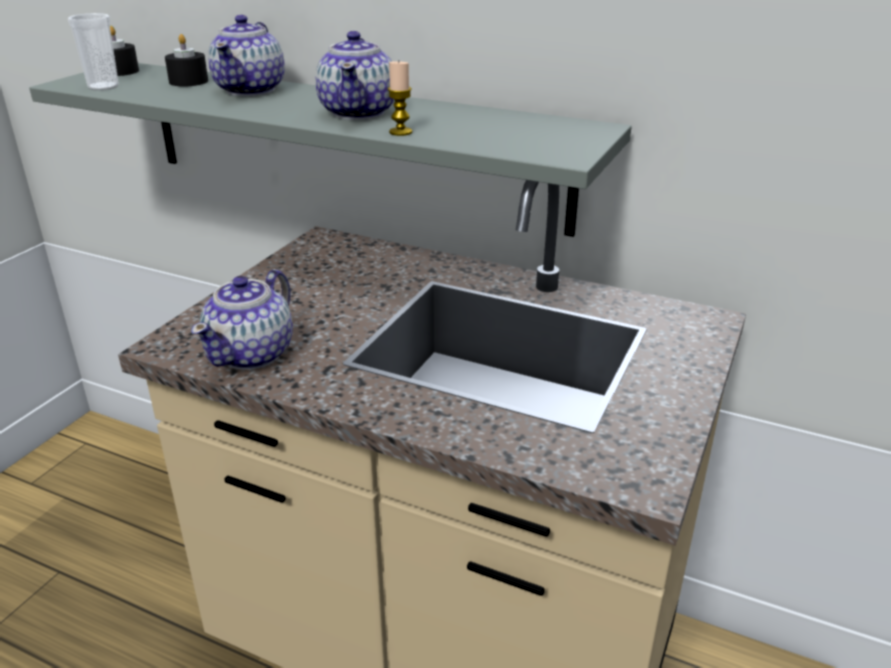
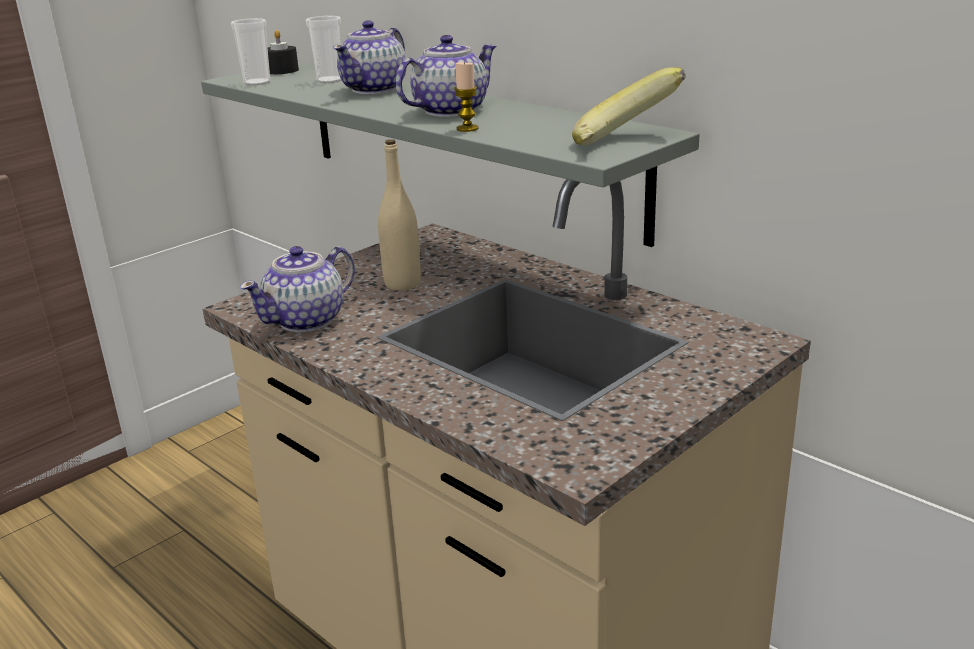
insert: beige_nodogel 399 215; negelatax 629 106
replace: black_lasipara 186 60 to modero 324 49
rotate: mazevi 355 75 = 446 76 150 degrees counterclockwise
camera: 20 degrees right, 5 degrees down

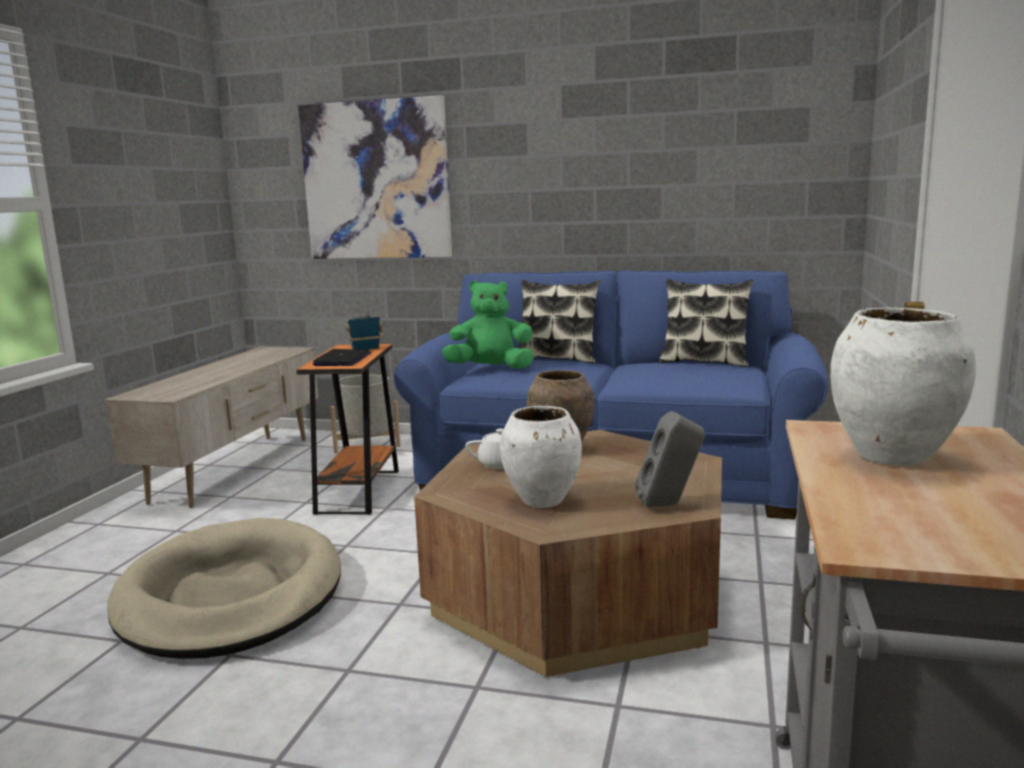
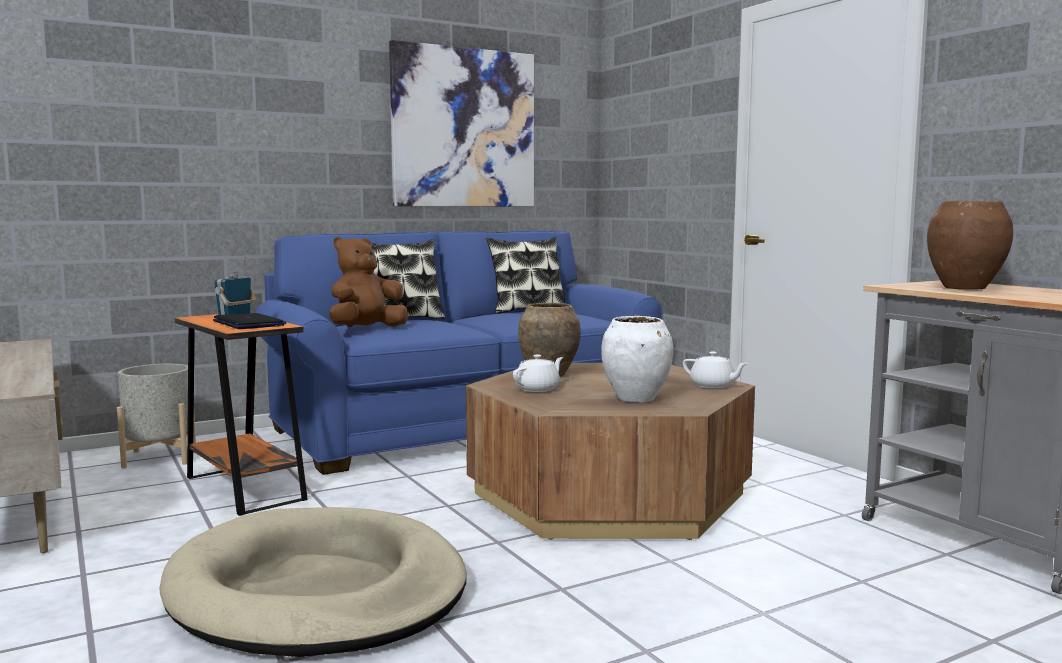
move: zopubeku 375 177 to 461 123
replace: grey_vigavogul 670 459 to white_mazevi 715 369
recolor: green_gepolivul 488 324 to brown_gepolivul 368 282; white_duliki 903 387 to brown_duliki 970 245
camera: 45 degrees left, 5 degrees down

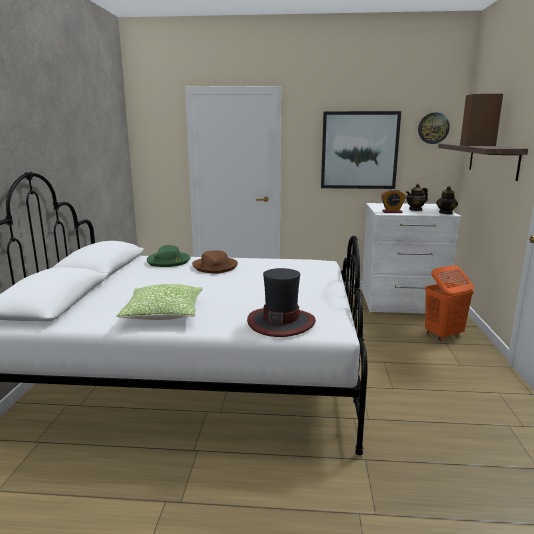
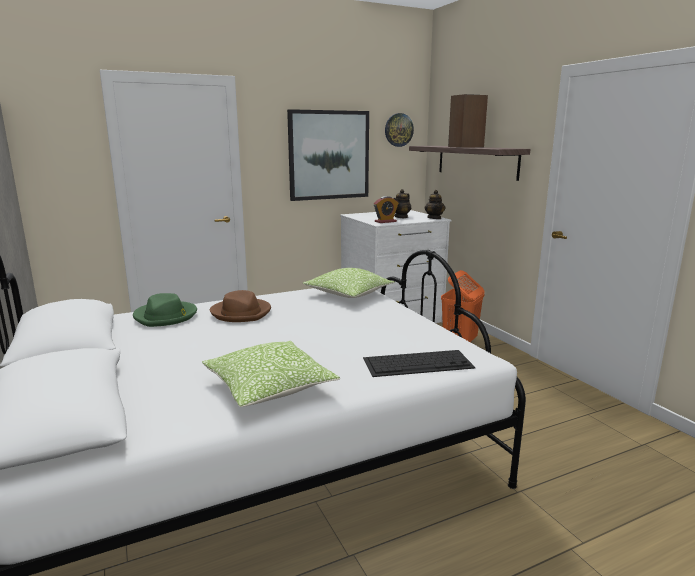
insert: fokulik 349 283
replace: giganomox 281 302 to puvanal 419 363
camera: 30 degrees left, 0 degrees up

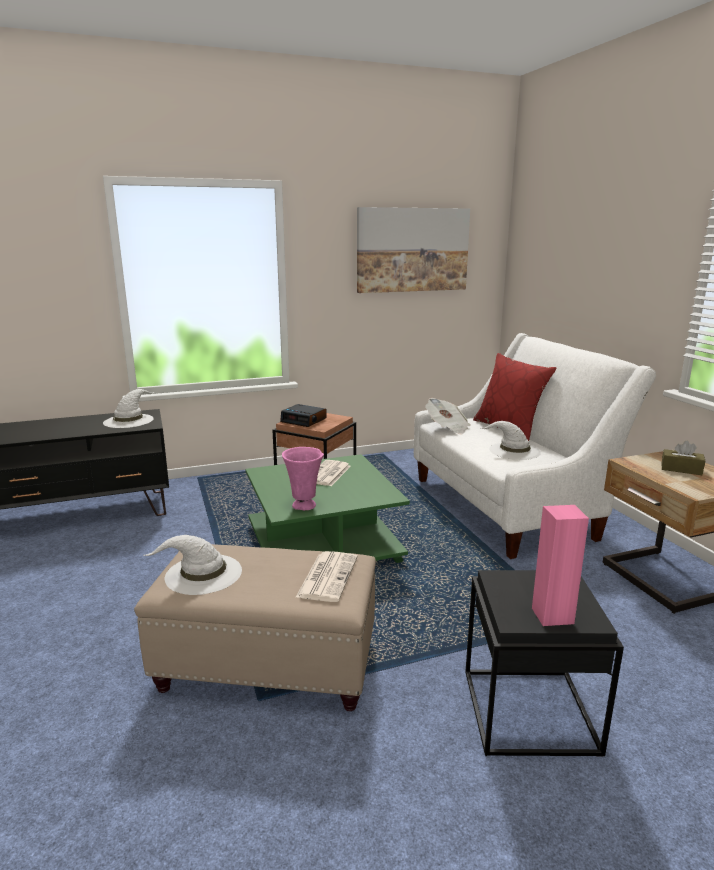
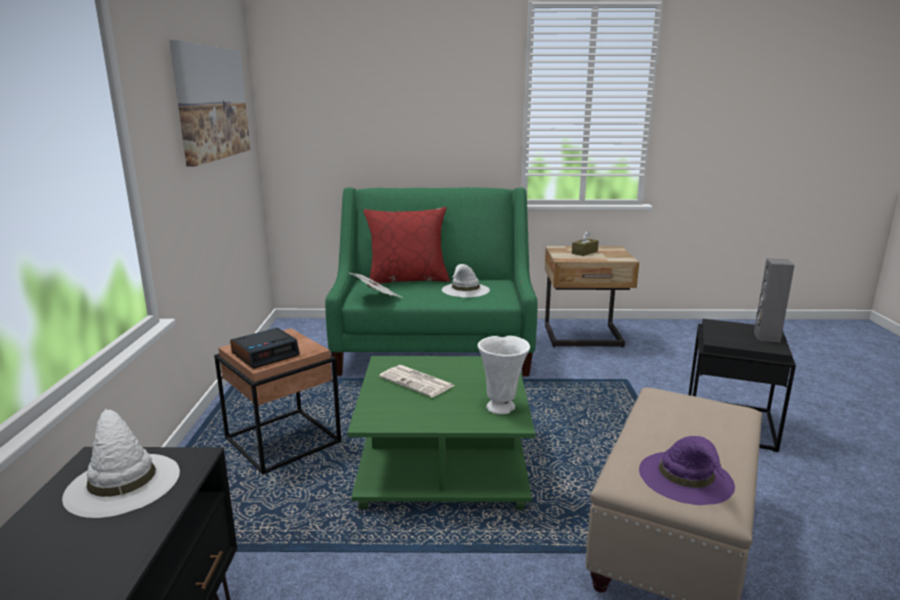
delete: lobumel 326 576
recolor: white_giganomox 193 565 to purple_giganomox 687 470; pink_duliki 303 479 to white_duliki 504 375; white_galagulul 535 446 to green_galagulul 431 281; pink_vigavogul 560 565 to grey_vigavogul 774 300
camera: 70 degrees left, 0 degrees up

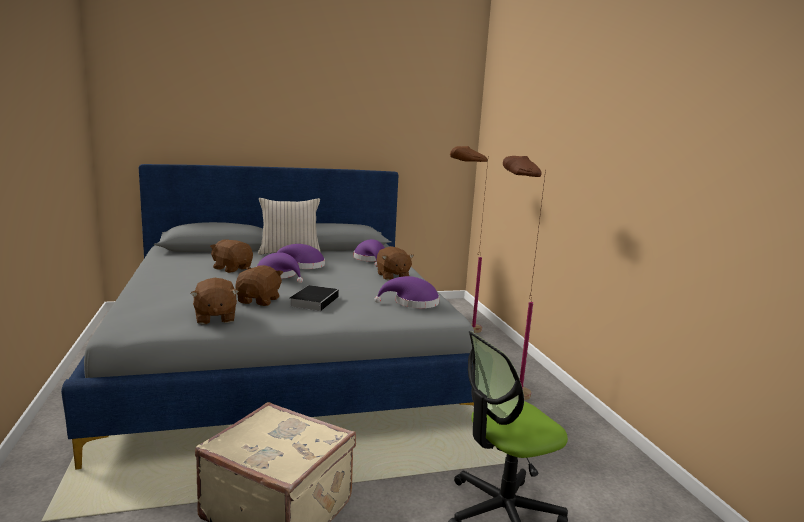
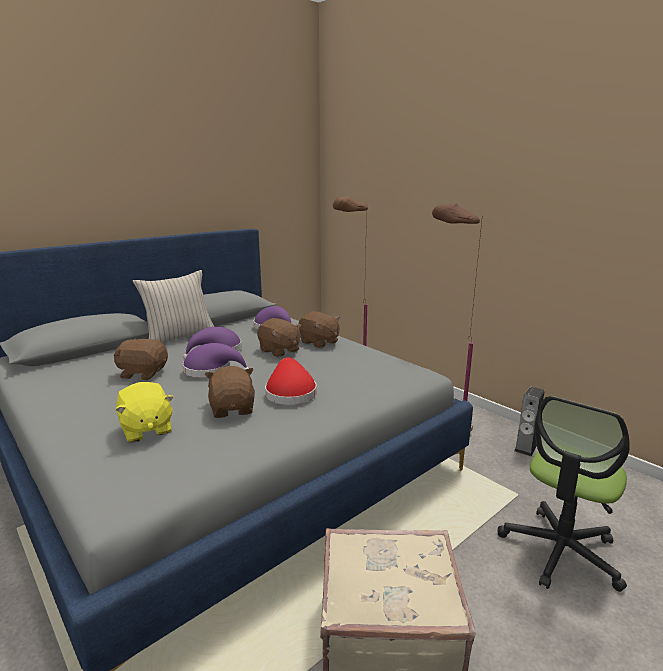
delete: purple_giganomox 407 292
insert: yellow_gepolivul 144 412; vigavogul 529 421
move: brown_gepolivul 214 301 to 279 337
replace: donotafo 314 298 to red_giganomox 291 381
camera: 25 degrees left, 5 degrees up

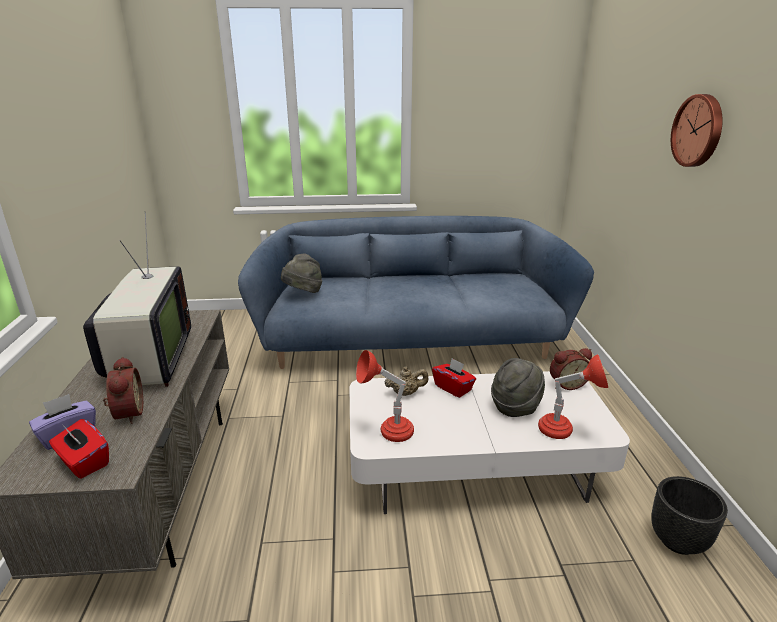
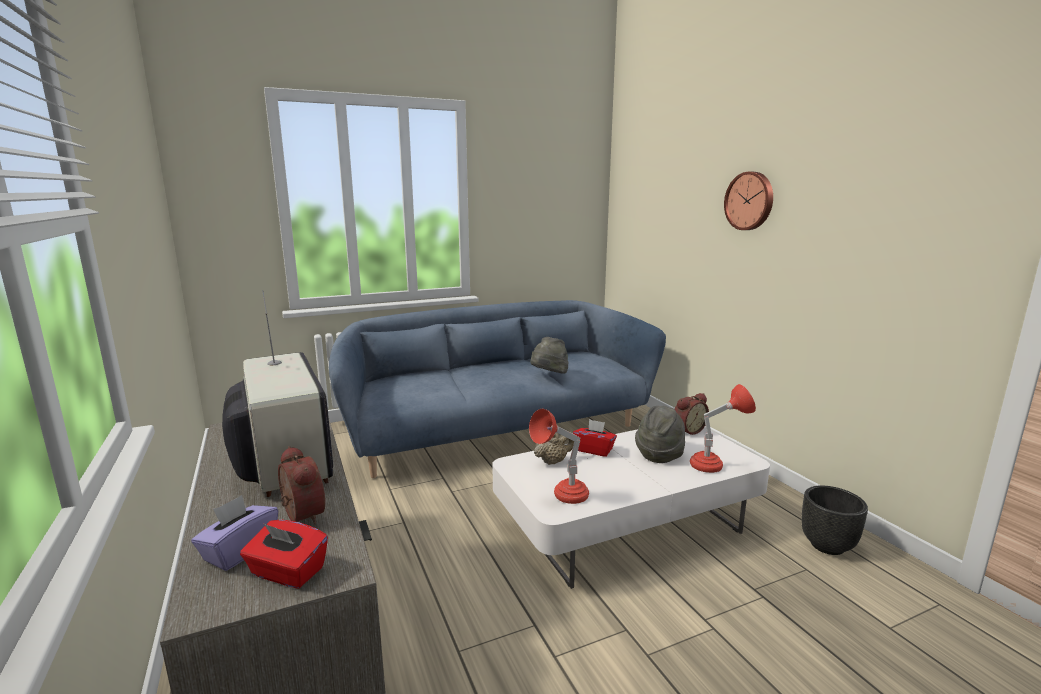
move: grey_giganomox 301 273 to 549 355
camera: 20 degrees left, 10 degrees down

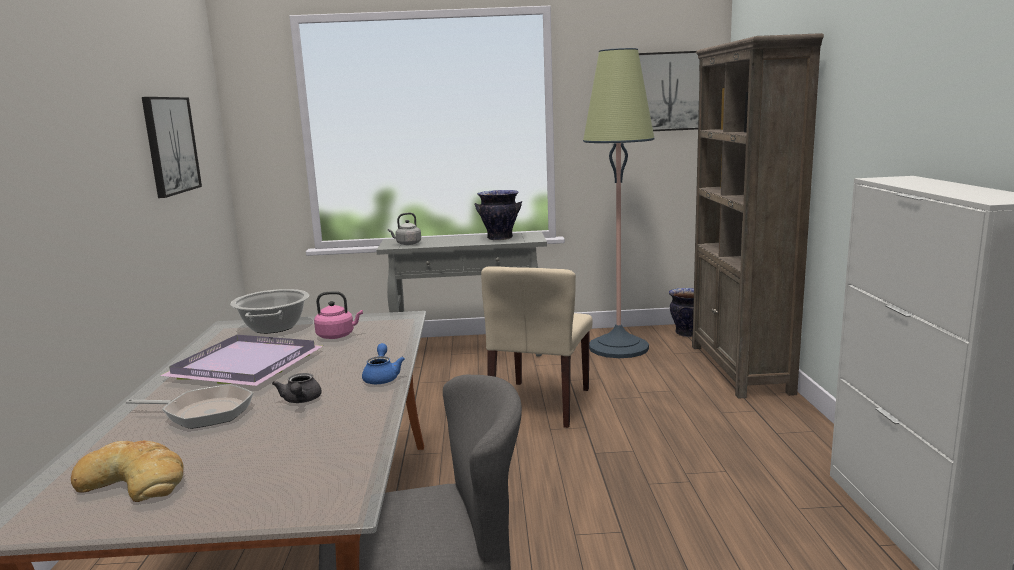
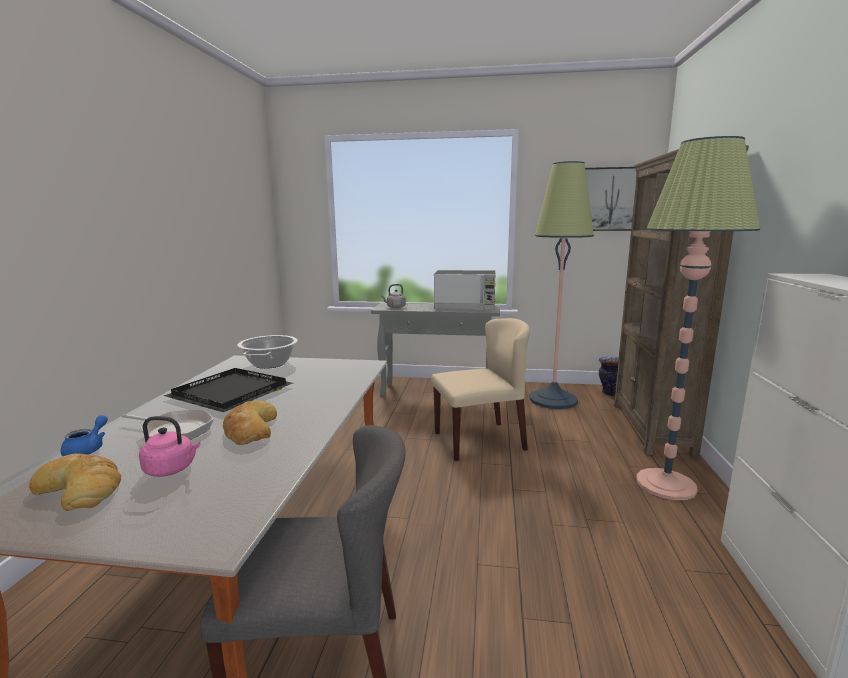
delete: zopubeku 172 147
insert: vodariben 698 318
move: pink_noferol 338 315 to 169 446; blue_mazevi 383 363 to 84 435
replace: grey_mazevi 296 388 to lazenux 250 423; duliki 498 215 to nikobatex 464 290
recolor: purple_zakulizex 241 360 to black_zakulizex 228 390
rotate: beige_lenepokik 537 347 = 480 389 135 degrees counterclockwise
camera: 10 degrees right, 0 degrees up

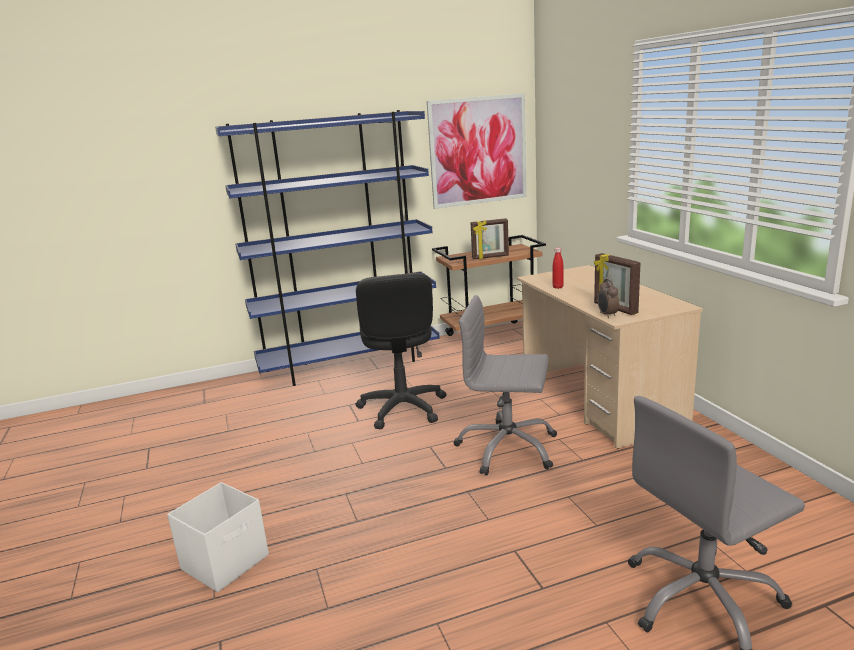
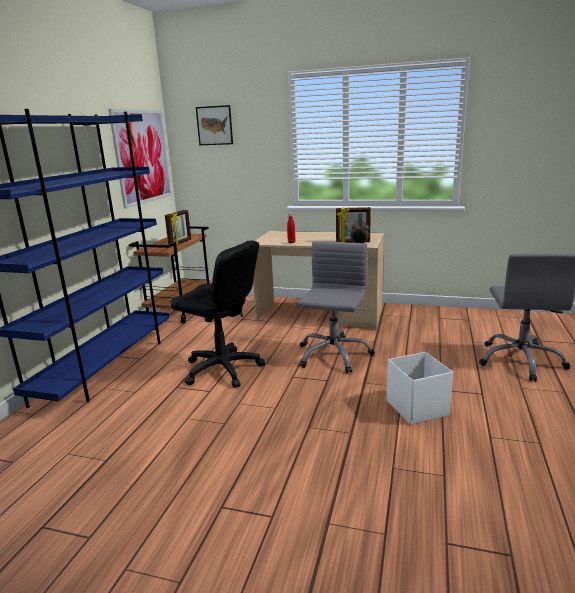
insert: zopubeku 214 125
move: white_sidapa 218 537 to 420 388
rotate: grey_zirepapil 505 385 = 336 307 150 degrees clockwise
camera: 55 degrees left, 0 degrees up

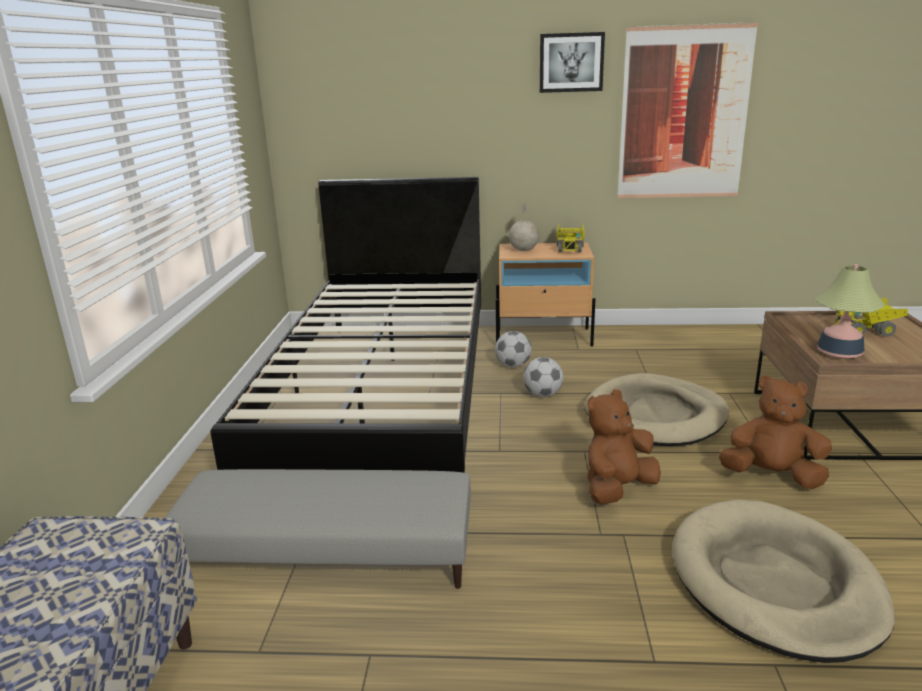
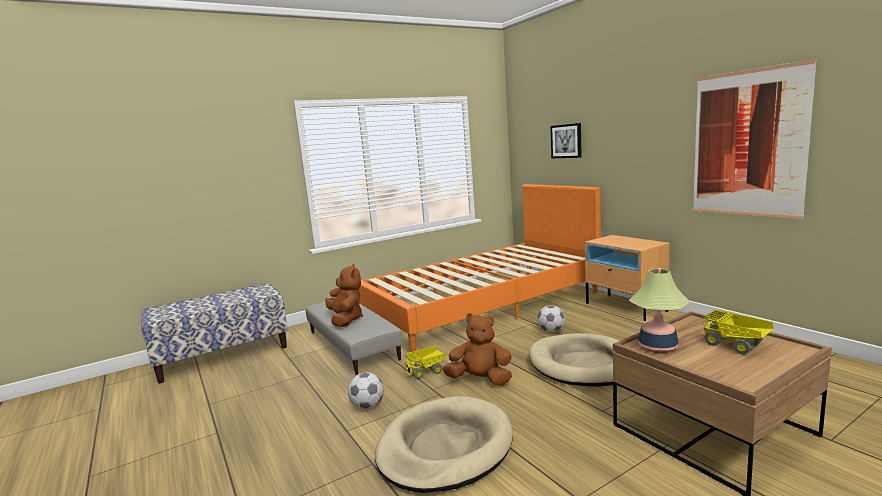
delete: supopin 524 227
move: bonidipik 513 349 to 366 390; zopubeku 572 62 to 566 140; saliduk 570 237 to 425 362; brown_gepolivul 775 432 to 344 295
recolor: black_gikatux 346 325 to orange_gikatux 480 268
camera: 55 degrees right, 10 degrees down

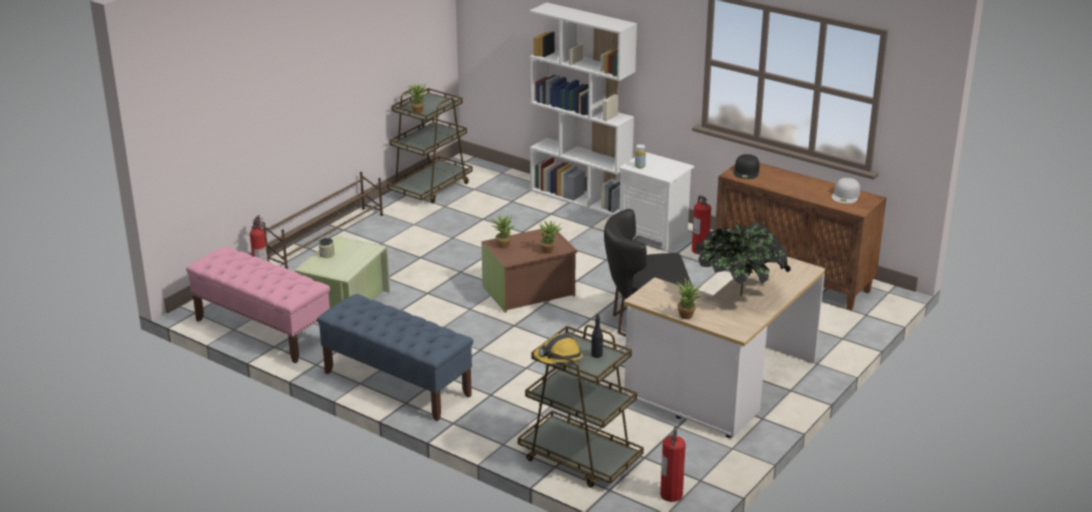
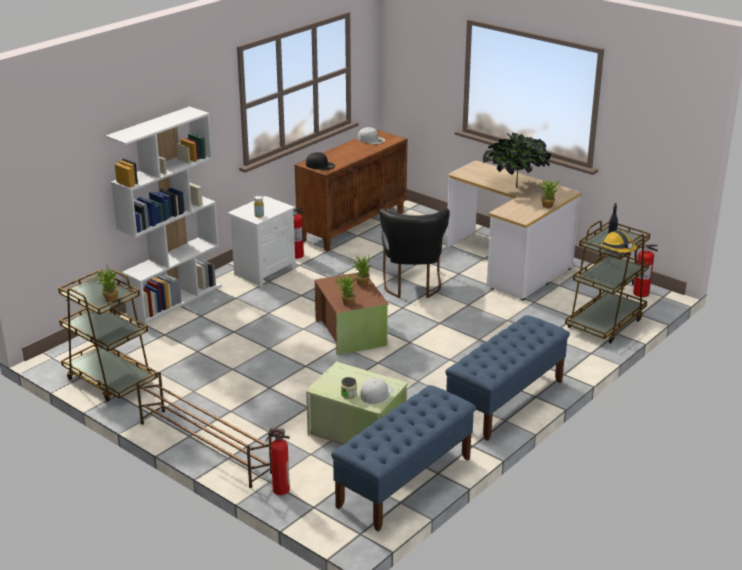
insert: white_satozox 377 391
recolor: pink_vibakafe 258 304 to blue_vibakafe 403 458
camera: 85 degrees left, 0 degrees up

